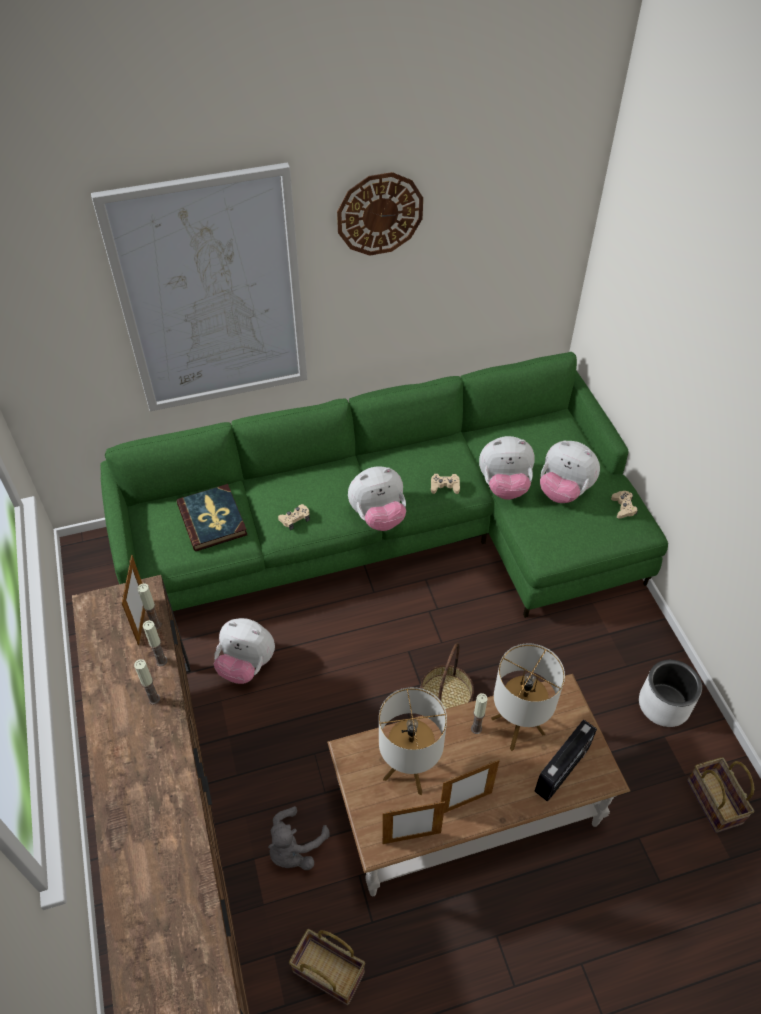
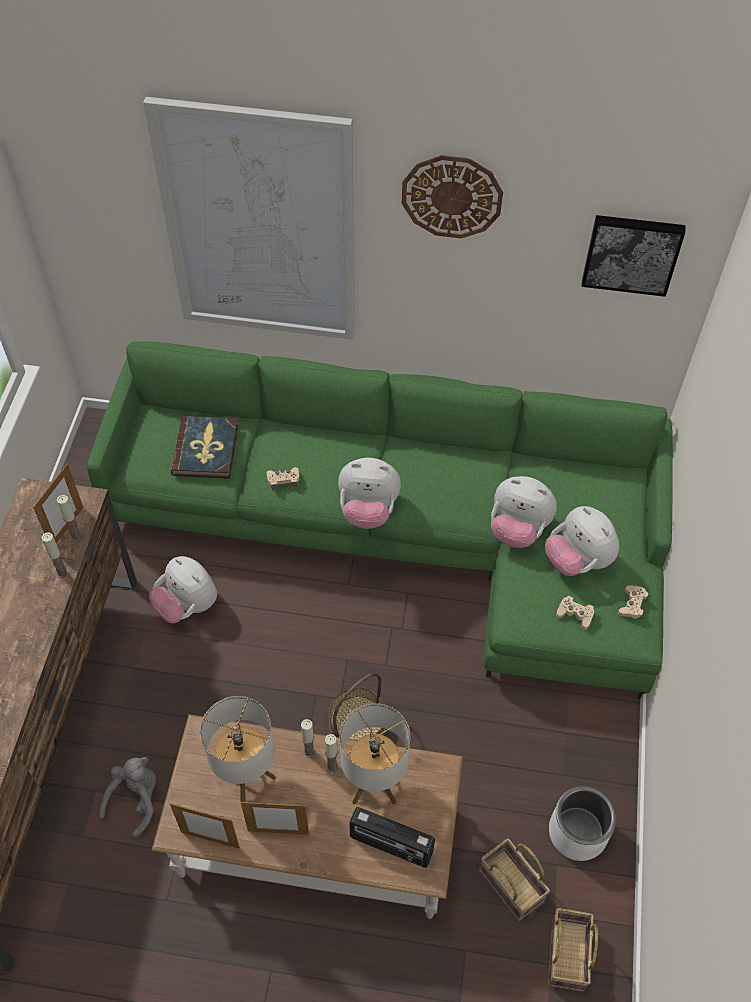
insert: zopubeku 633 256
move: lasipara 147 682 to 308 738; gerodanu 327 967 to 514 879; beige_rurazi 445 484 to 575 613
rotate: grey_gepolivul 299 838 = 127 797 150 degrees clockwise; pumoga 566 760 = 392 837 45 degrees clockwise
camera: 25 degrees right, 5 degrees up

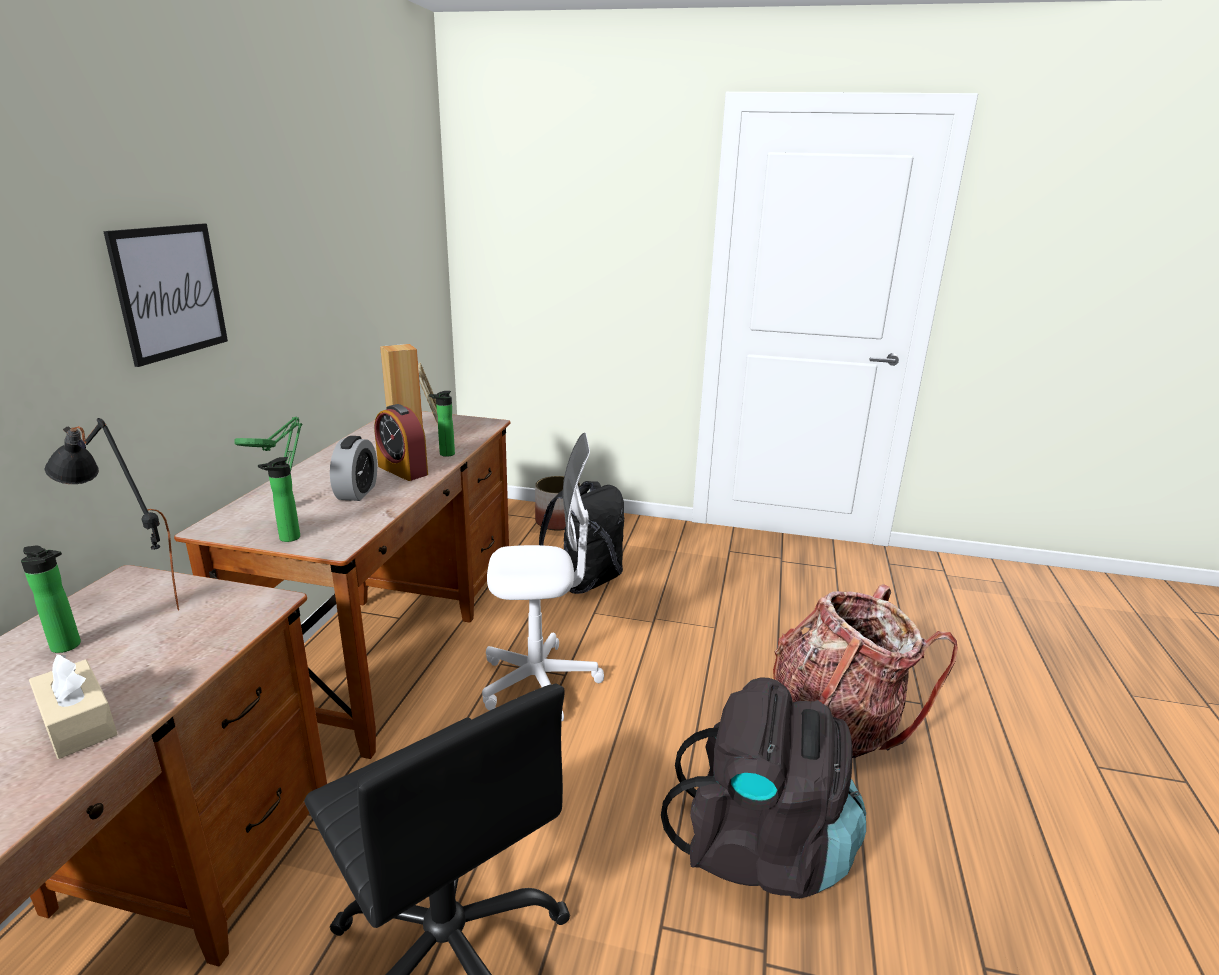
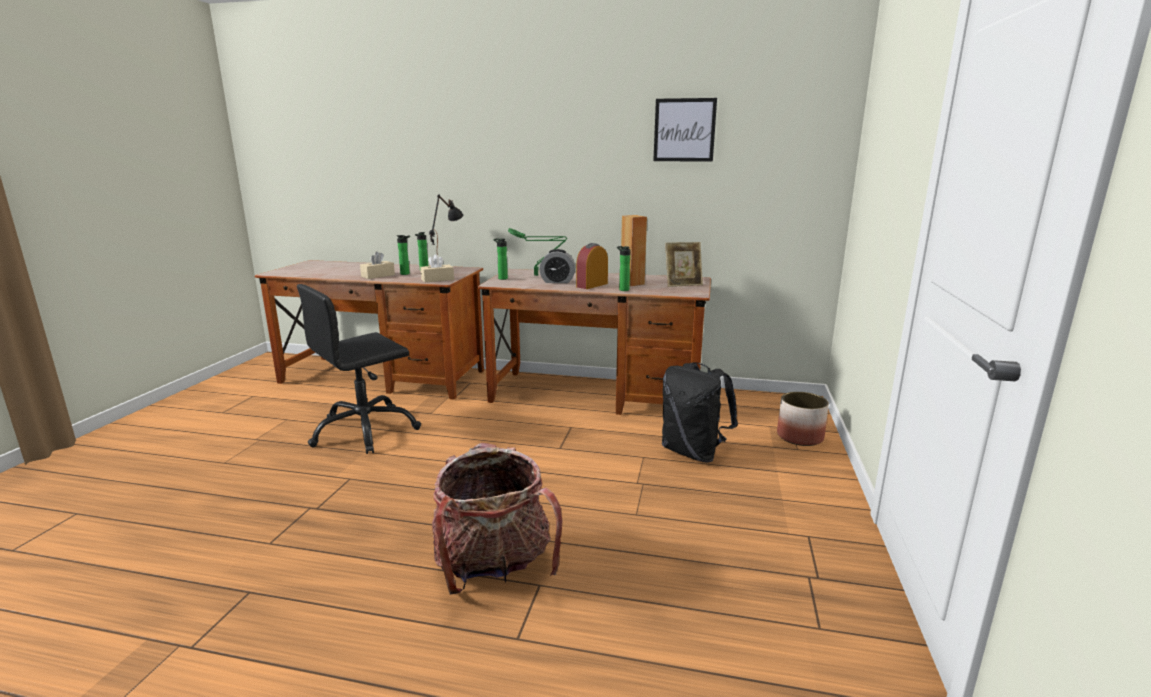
delete: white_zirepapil 543 577; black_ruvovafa 763 788
insert: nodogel 403 255; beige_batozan 437 268
move: zopubeku 165 295 to 685 130
camera: 90 degrees right, 5 degrees down

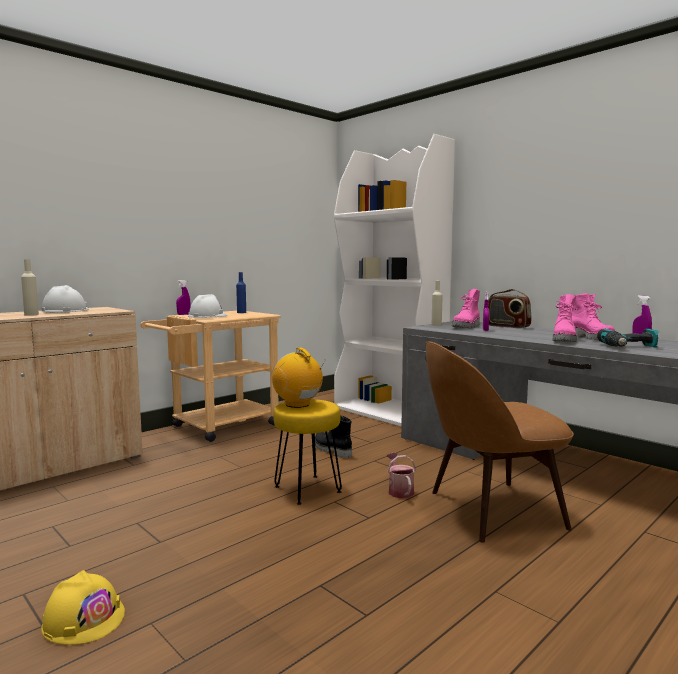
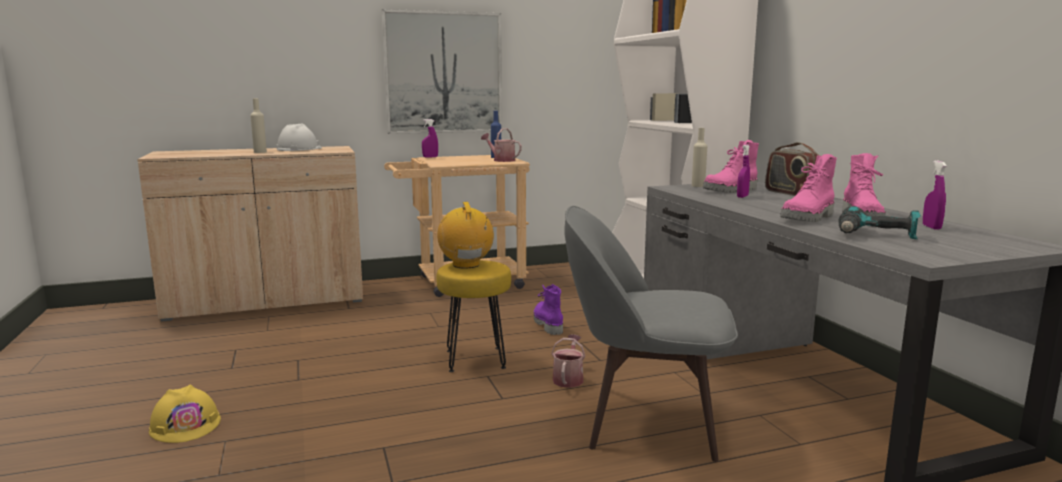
delete: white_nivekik 208 306
insert: zopubeku 442 71; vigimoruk 501 145
recolor: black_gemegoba 333 436 to purple_gemegoba 548 309; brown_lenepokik 499 442 to grey_lenepokik 651 334
camera: 25 degrees right, 5 degrees up

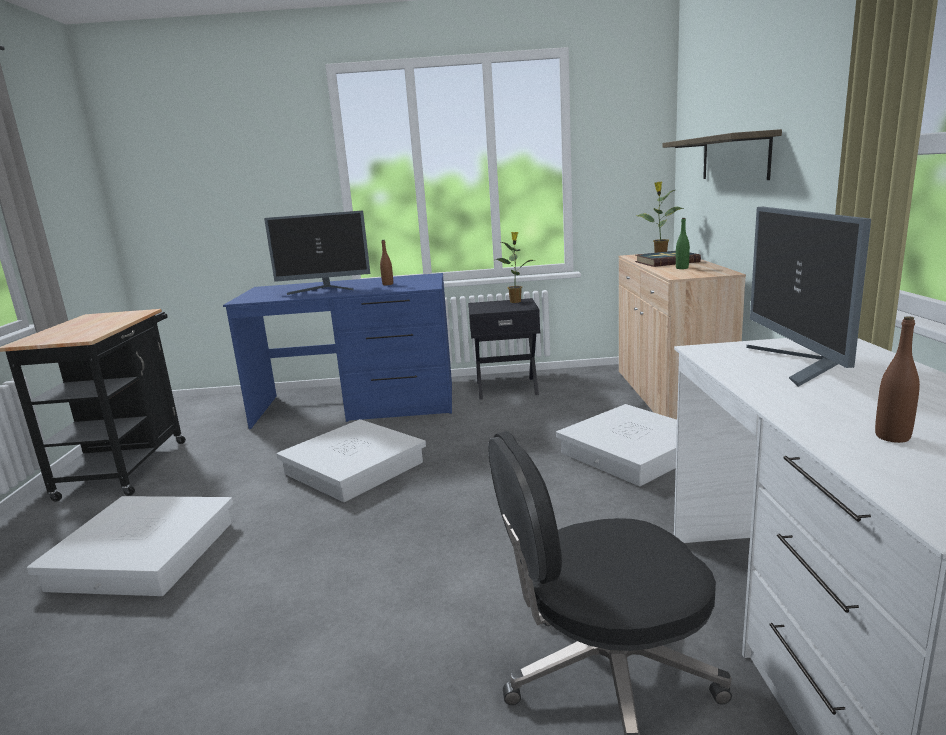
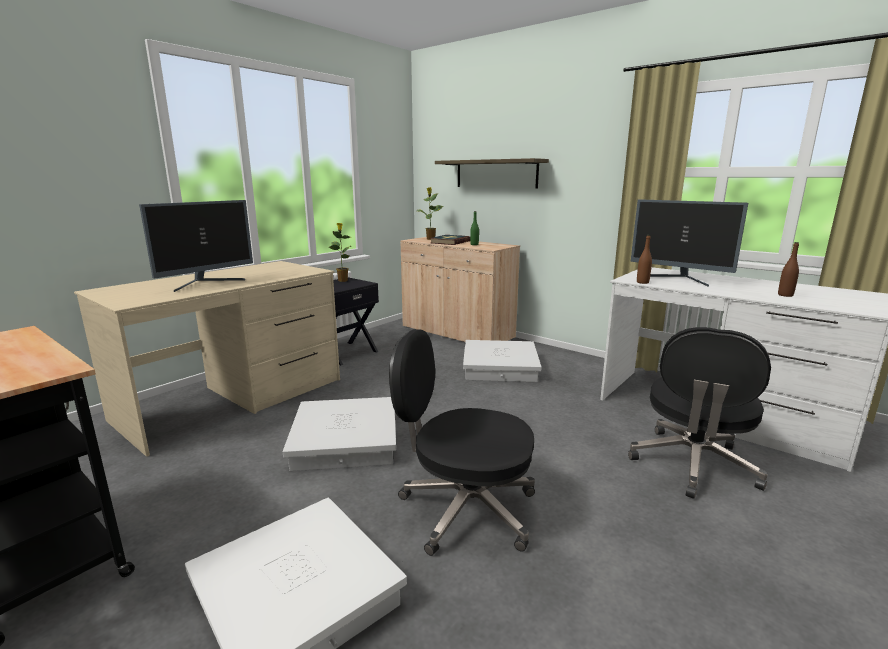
insert: black_zirepapil 462 442
move: brown_nodogel 386 262 to 644 259
recolor: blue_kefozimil 337 351 to beige_kefozimil 207 359
camera: 50 degrees left, 0 degrees up

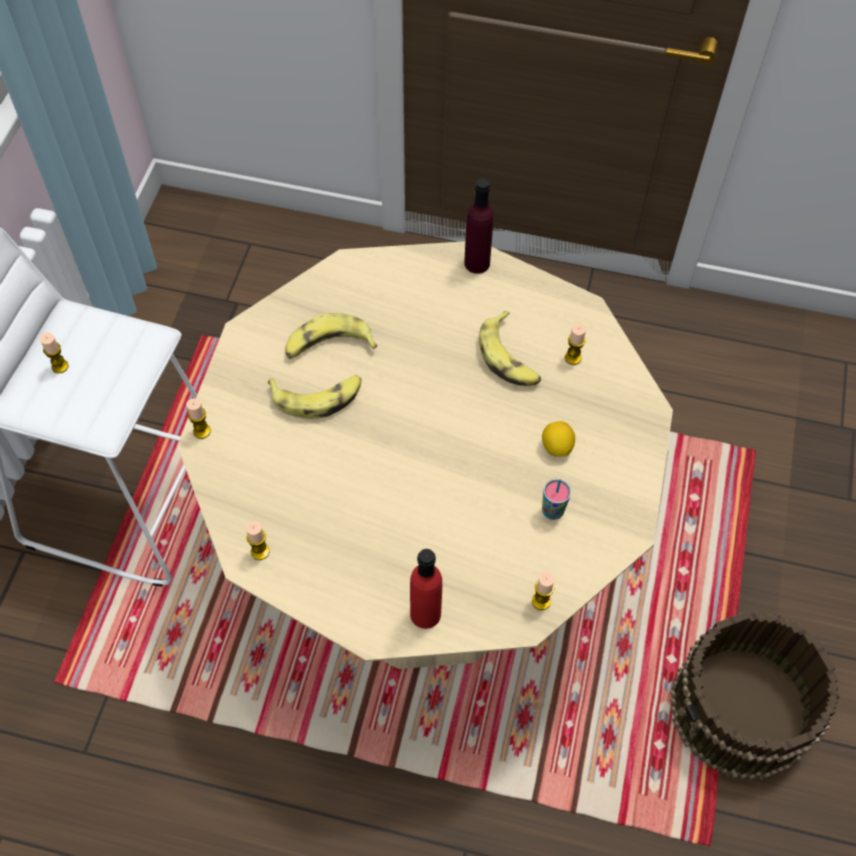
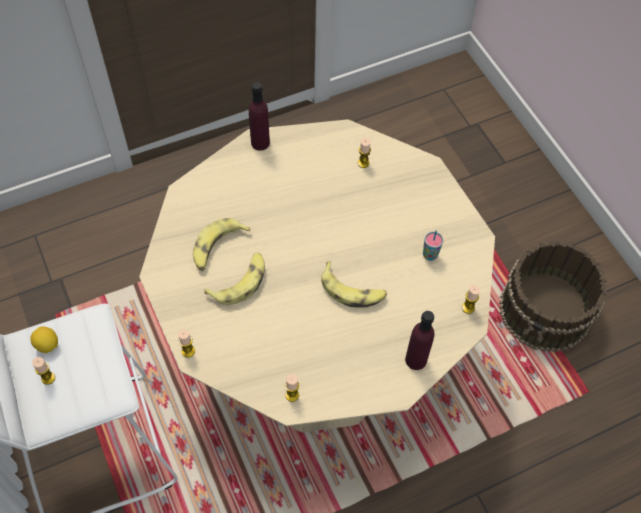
move: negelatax 510 348 to 354 284; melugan 558 439 to 44 339
recolor: red_nodogel 426 589 to purple_nodogel 419 340
camera: 40 degrees left, 0 degrees up

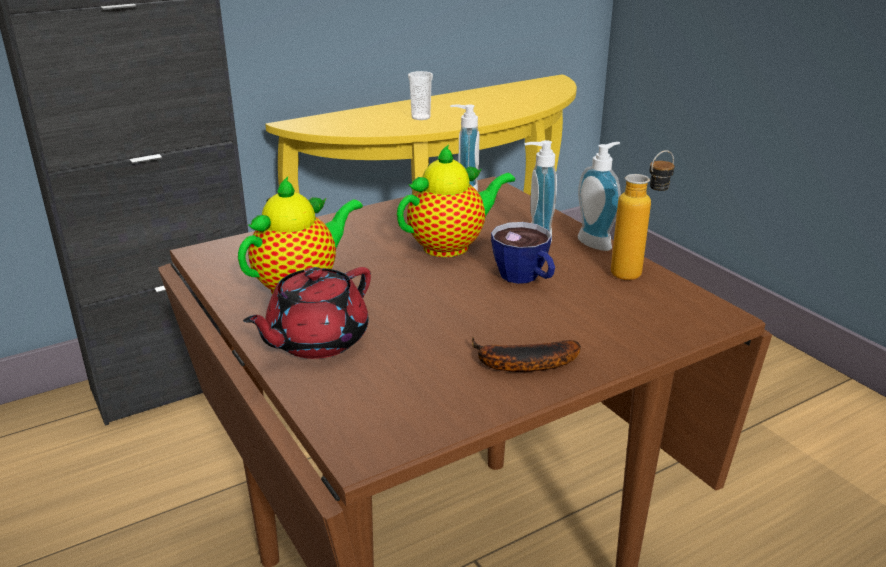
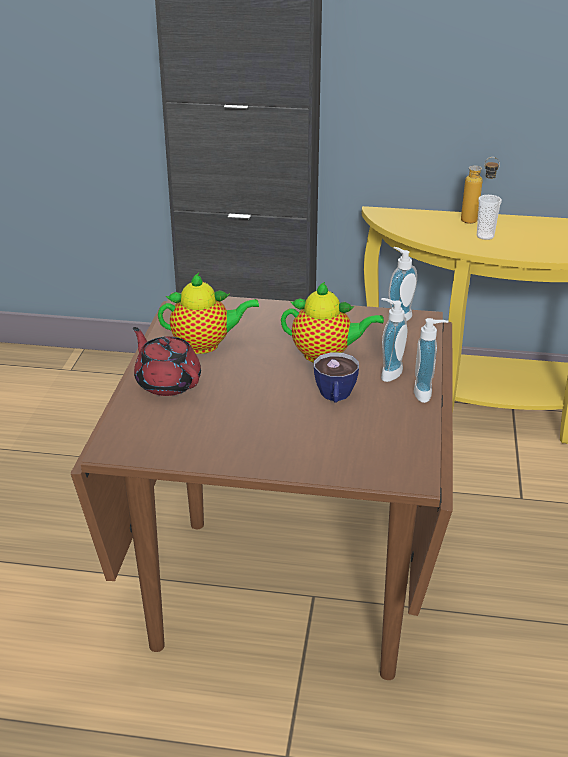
delete: negelatax 526 354
move: nodogel 642 215 to 480 190
rotate: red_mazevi 307 313 = 167 361 60 degrees clockwise
camera: 40 degrees right, 5 degrees up

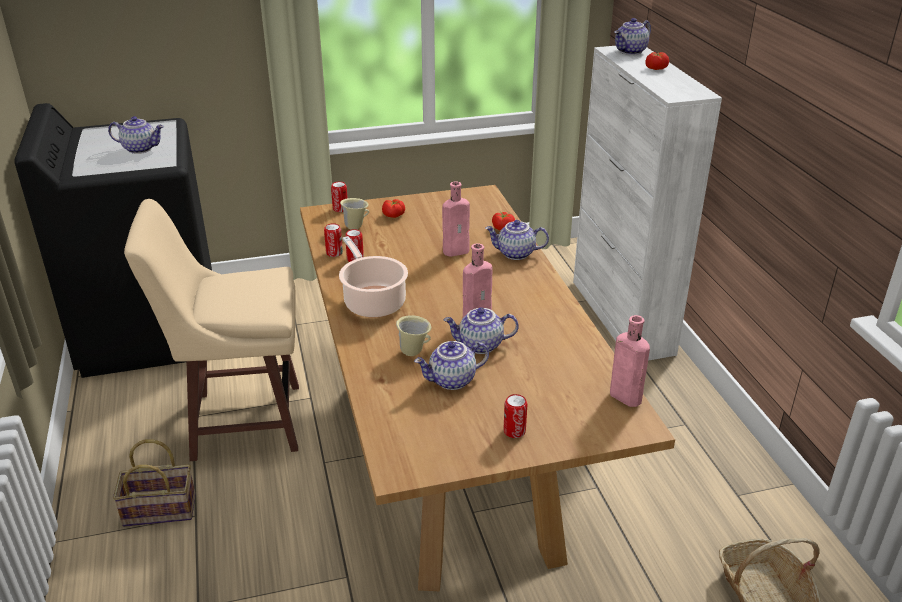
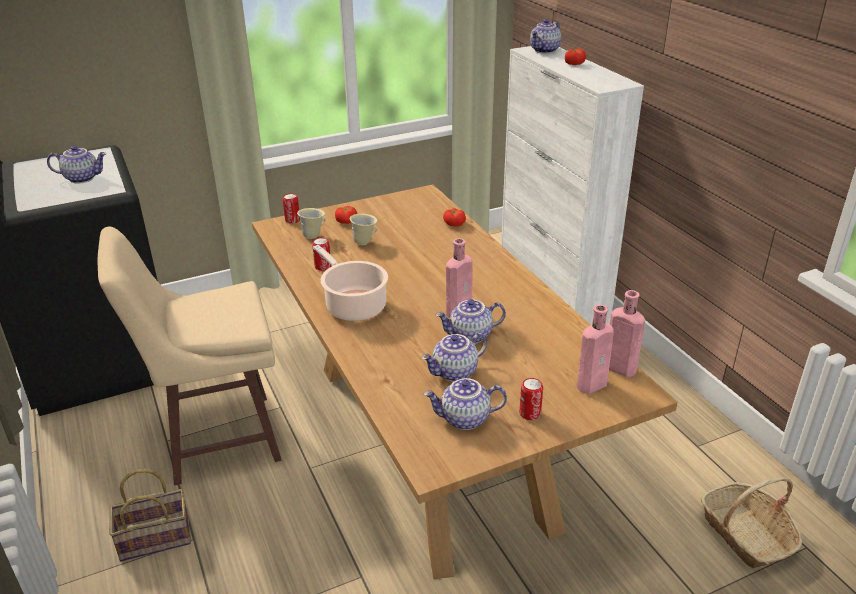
delete: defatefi 333 240
move: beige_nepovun 413 335 to 363 229; pink_nodogel 456 219 to 595 349; mazevi 517 240 to 465 404
camera: 10 degrees left, 0 degrees up

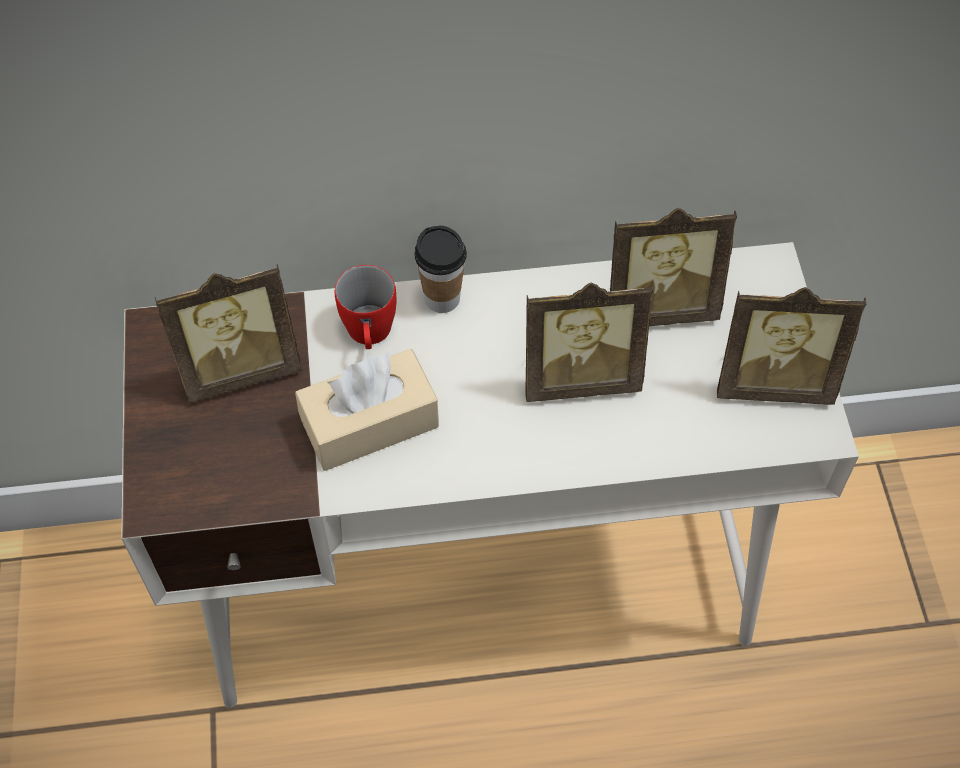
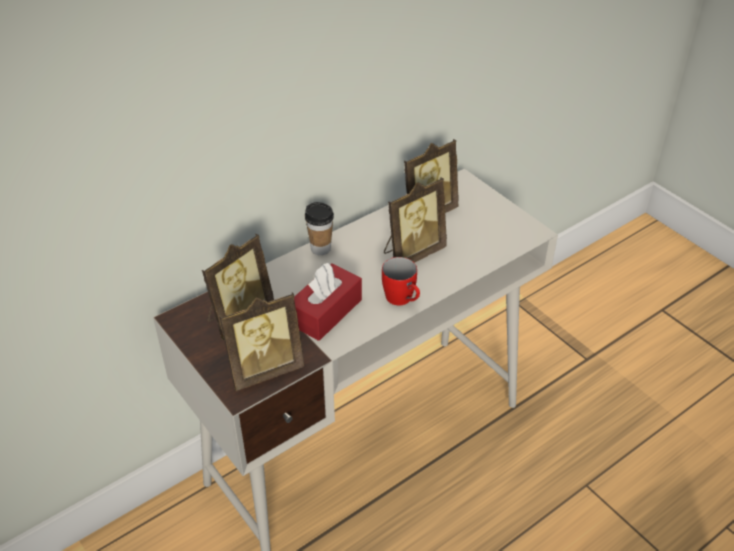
move: red_nepovun 365 307 to 401 281; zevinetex 791 346 to 262 341
recolor: beige_batozan 367 410 to red_batozan 328 302
camera: 30 degrees left, 15 degrees down

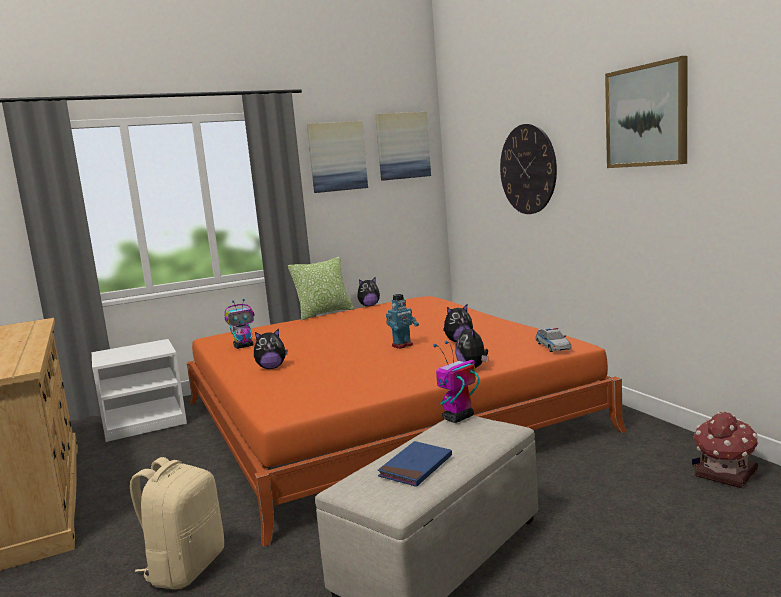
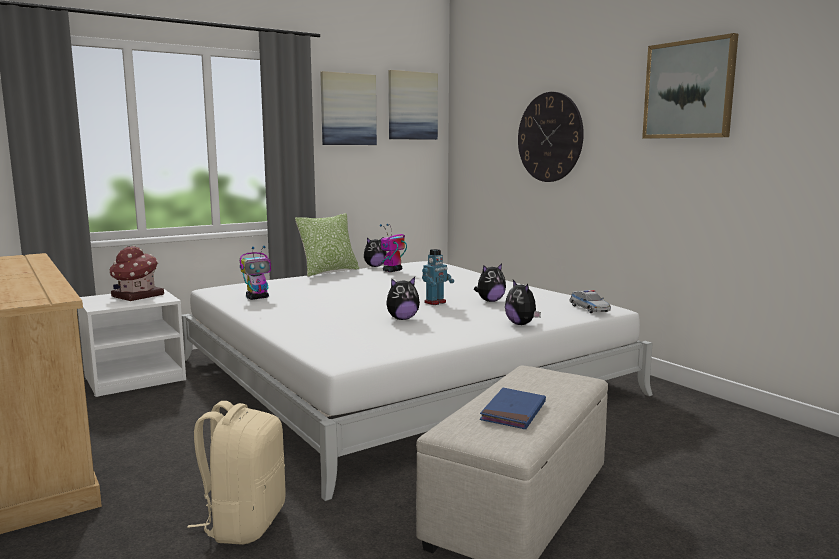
move: gepolivul 271 348 to 403 298; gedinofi 456 382 to 393 248; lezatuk 725 450 to 136 273
recolor: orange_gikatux 407 421 to white_gikatux 417 381
camera: 10 degrees left, 0 degrees up

